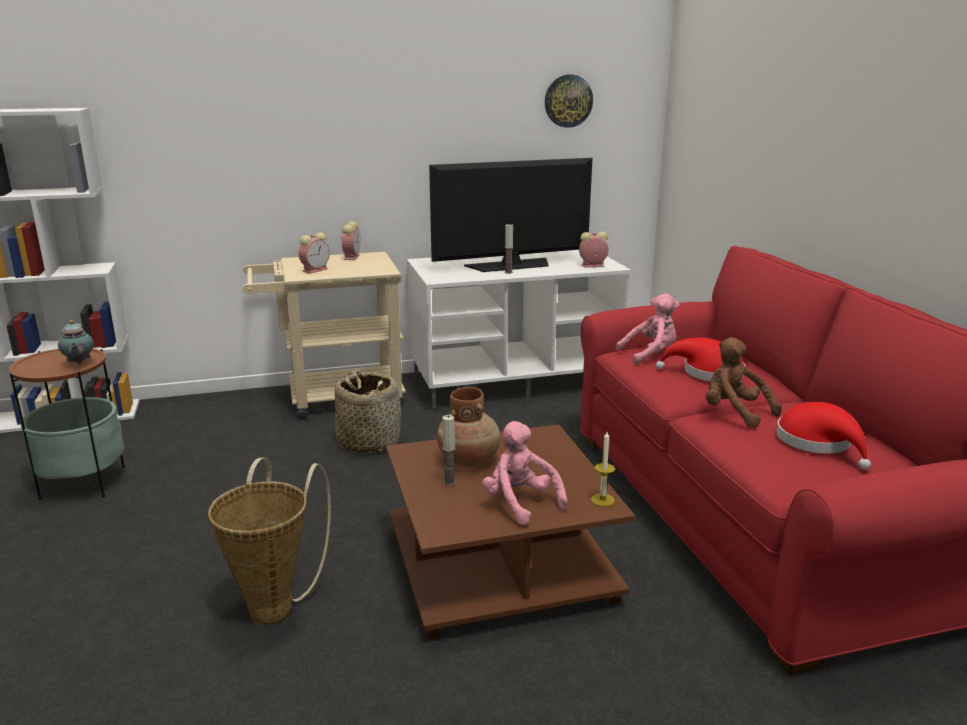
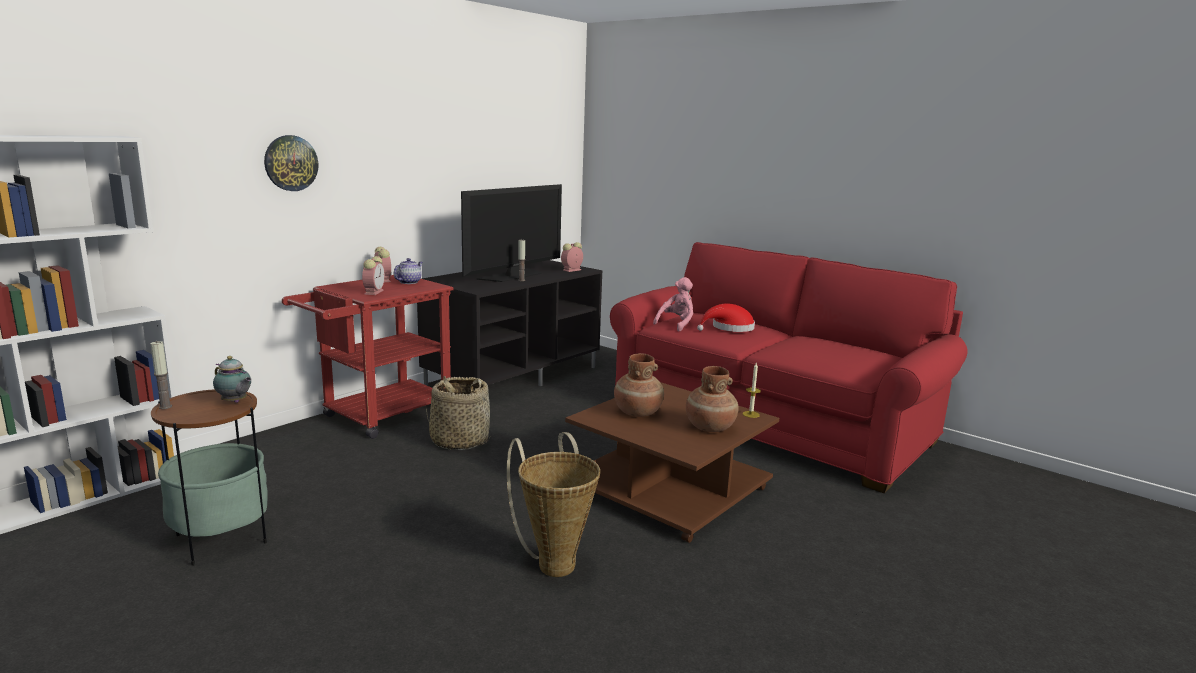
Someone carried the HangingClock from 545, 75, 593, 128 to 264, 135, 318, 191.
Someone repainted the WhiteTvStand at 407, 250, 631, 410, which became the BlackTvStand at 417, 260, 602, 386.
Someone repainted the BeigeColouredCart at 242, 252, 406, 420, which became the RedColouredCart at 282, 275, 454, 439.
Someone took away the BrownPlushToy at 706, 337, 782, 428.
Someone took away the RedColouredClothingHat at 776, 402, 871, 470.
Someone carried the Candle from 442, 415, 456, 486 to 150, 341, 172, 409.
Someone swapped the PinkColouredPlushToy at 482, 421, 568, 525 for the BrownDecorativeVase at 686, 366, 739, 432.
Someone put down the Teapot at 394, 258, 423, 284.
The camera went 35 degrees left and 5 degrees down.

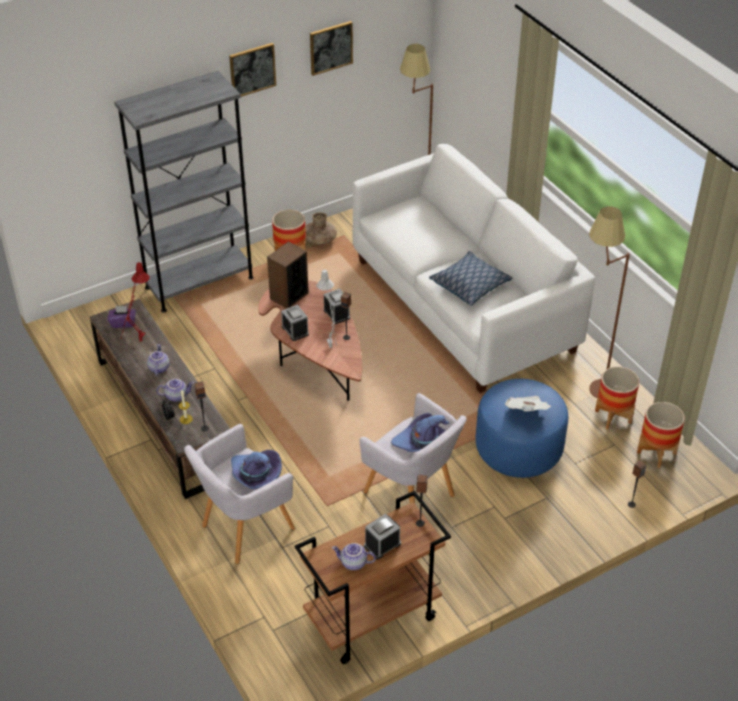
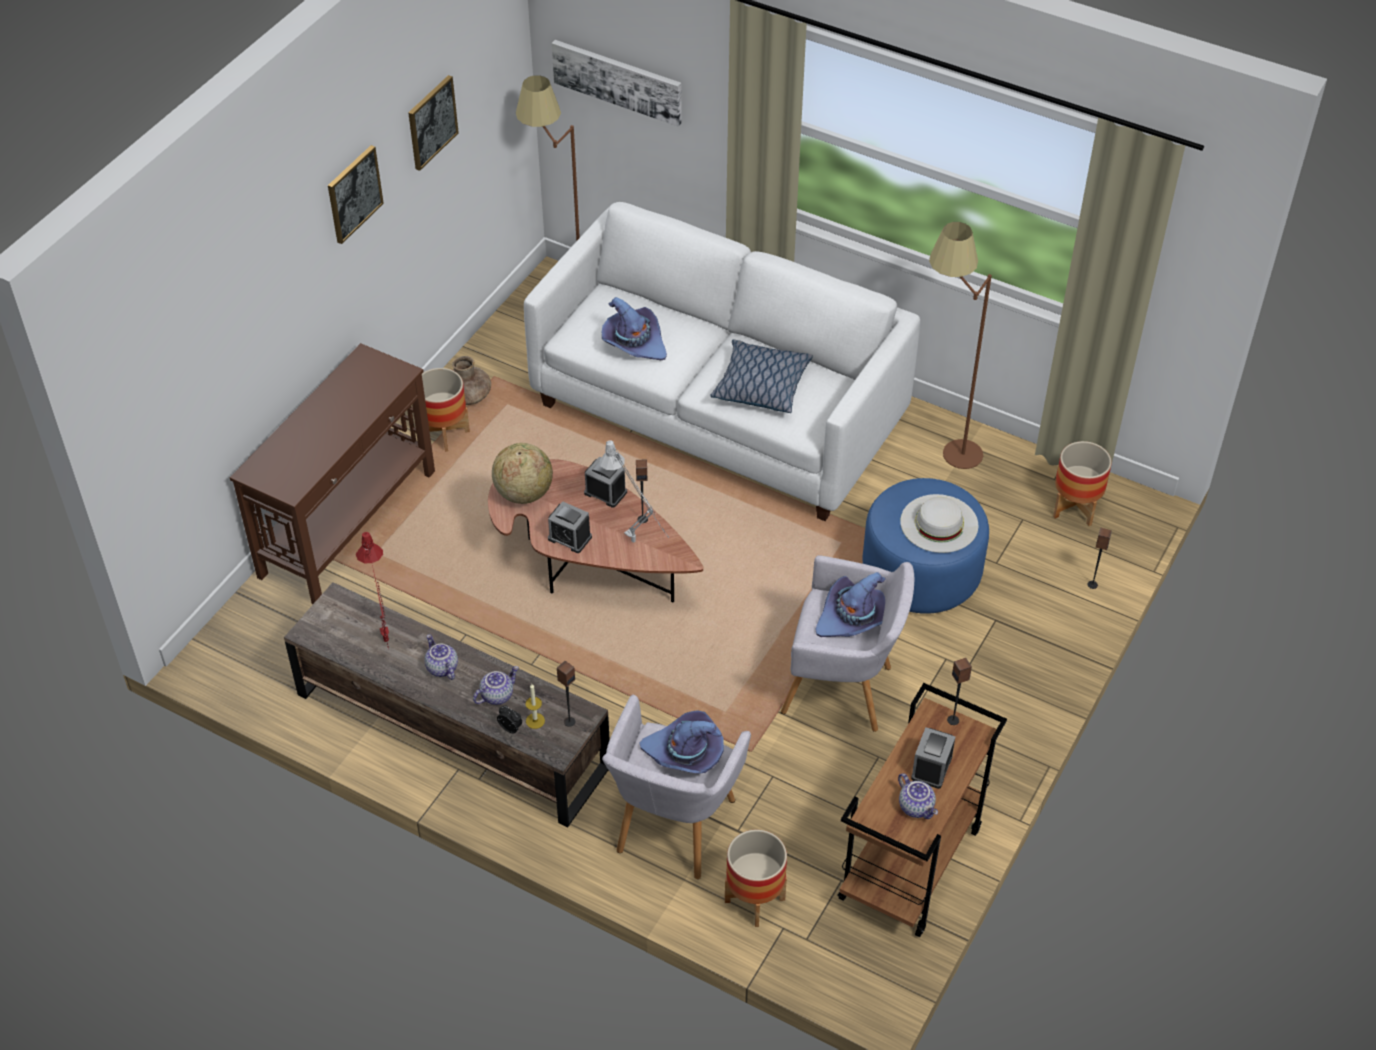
Someone swapped the GreyishBookcase at 114, 71, 254, 312 for the BrownNarrowTable at 230, 343, 435, 604.
Someone swapped the AudioSpeaker at 267, 241, 309, 308 for the DeskGlobe at 492, 443, 553, 504.
Someone took away the PurplishTissueBox at 107, 306, 136, 328.
Someone carried the Planter from 595, 366, 639, 430 to 725, 830, 787, 927.
Someone swapped the Newspaper at 505, 396, 551, 411 for the WhiteClothingHat at 900, 494, 979, 553.
Someone rotated the Teapot at 332, 543, 376, 570 by 105 degrees counterclockwise.
Someone put up the WallArt at 552, 40, 682, 127.
Someone put down the PurplishClothingHat at 602, 297, 667, 360.
The camera went 30 degrees left and 5 degrees up.

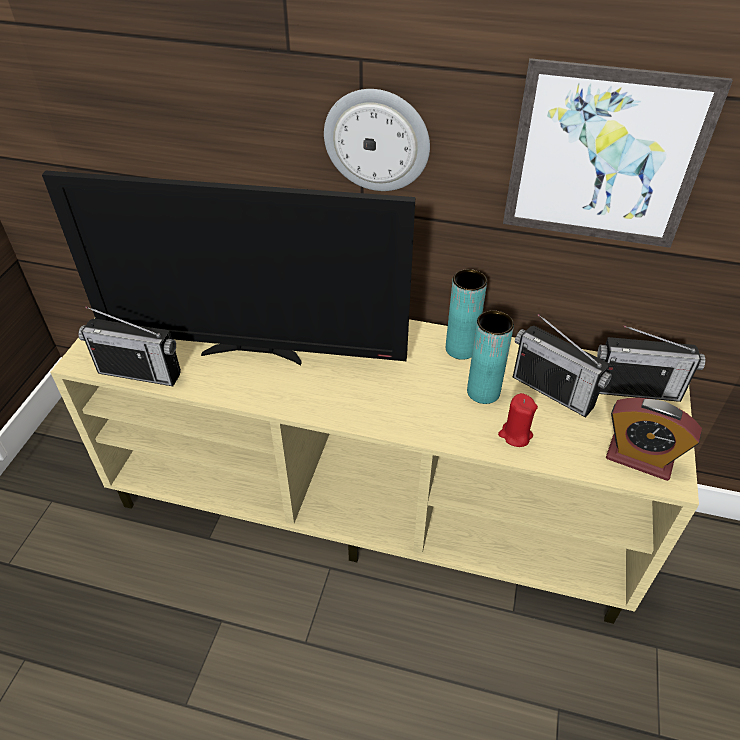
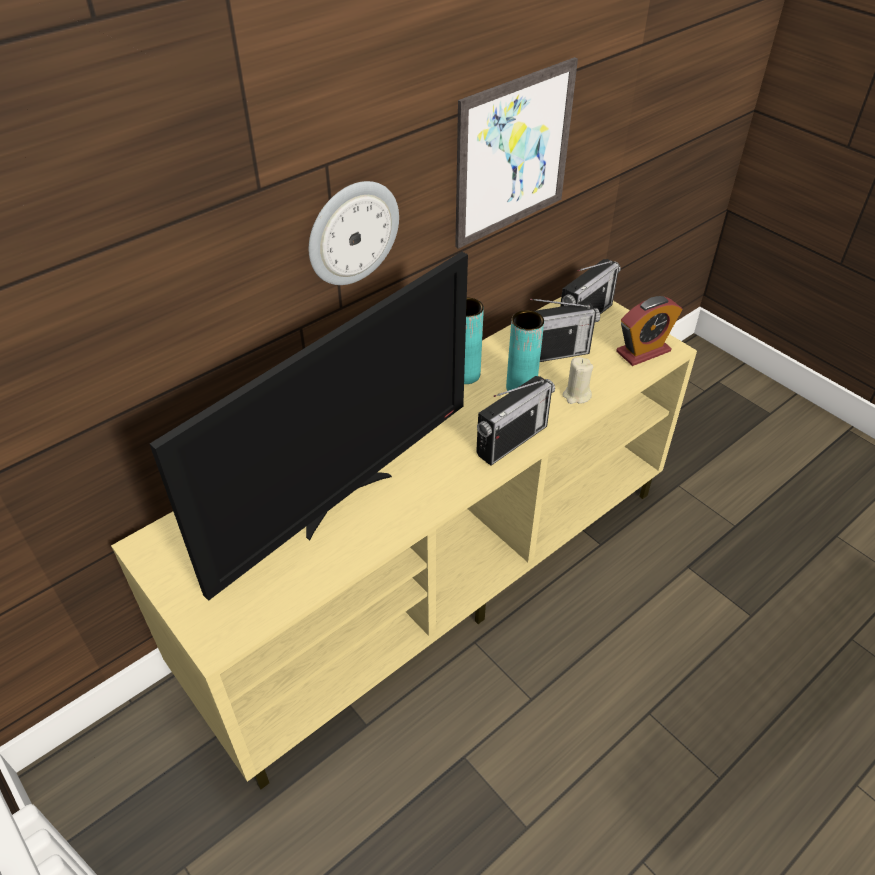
Someone carried the RadioReceiver from 78, 306, 181, 386 to 476, 376, 555, 466.
Someone repainted the RedColouredCandle at 498, 393, 538, 447, which became the BeigeColouredCandle at 562, 357, 593, 404.
The camera went 55 degrees left and 0 degrees up.

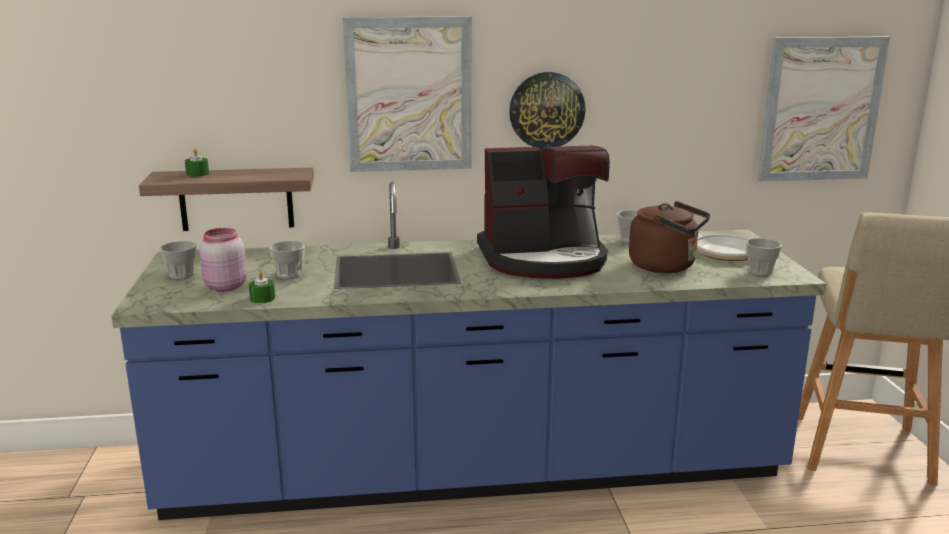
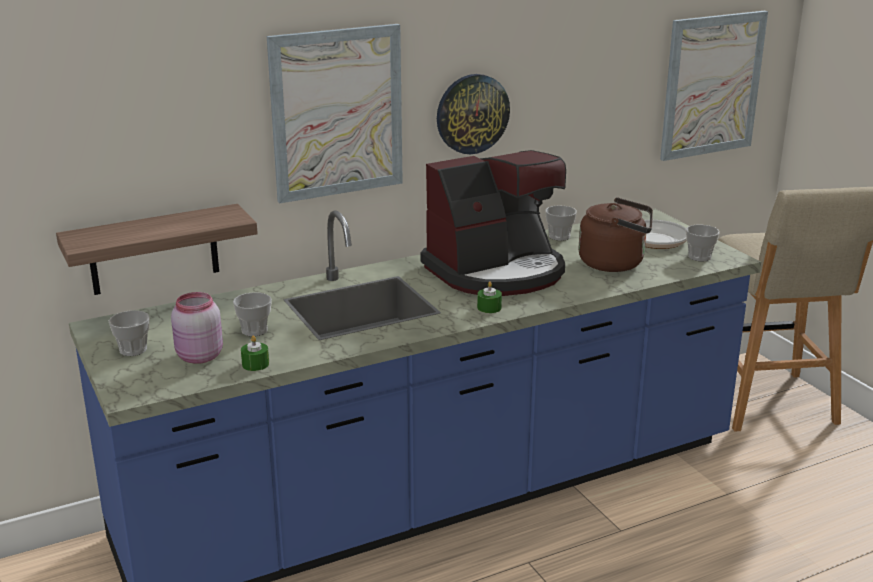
Someone carried the GreenishCandle from 185, 148, 209, 177 to 477, 281, 502, 313.
The camera went 20 degrees left and 5 degrees up.

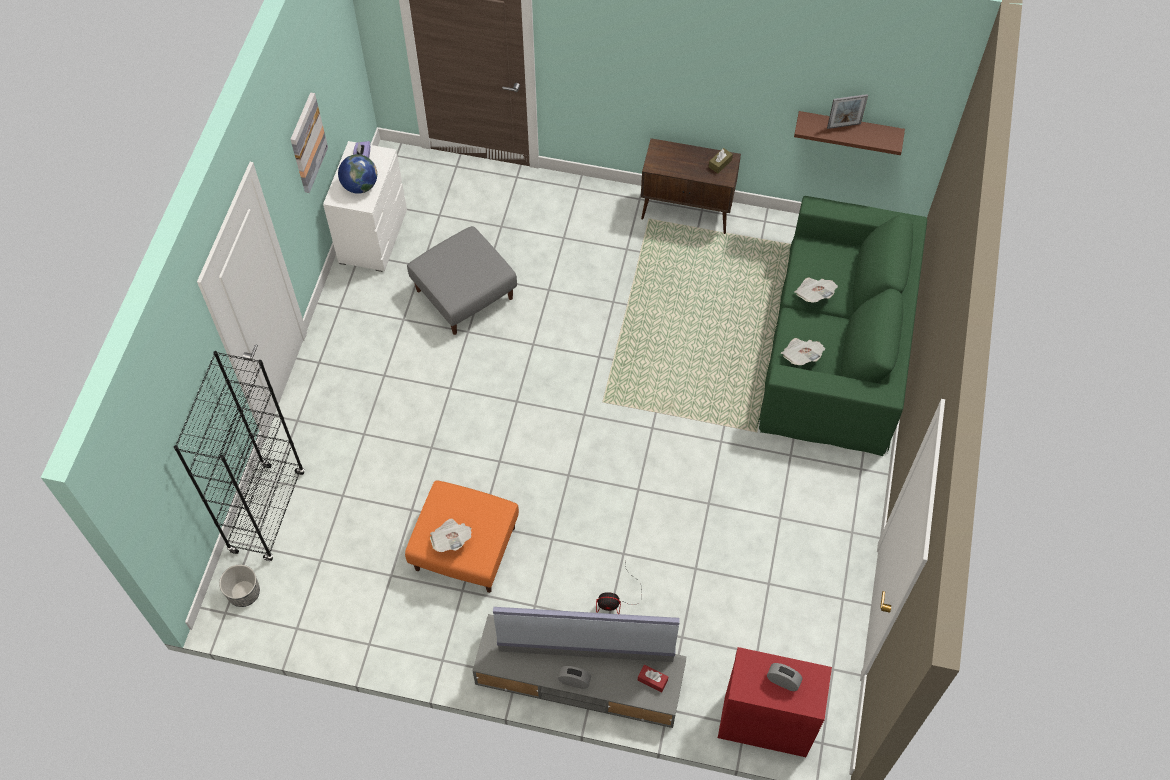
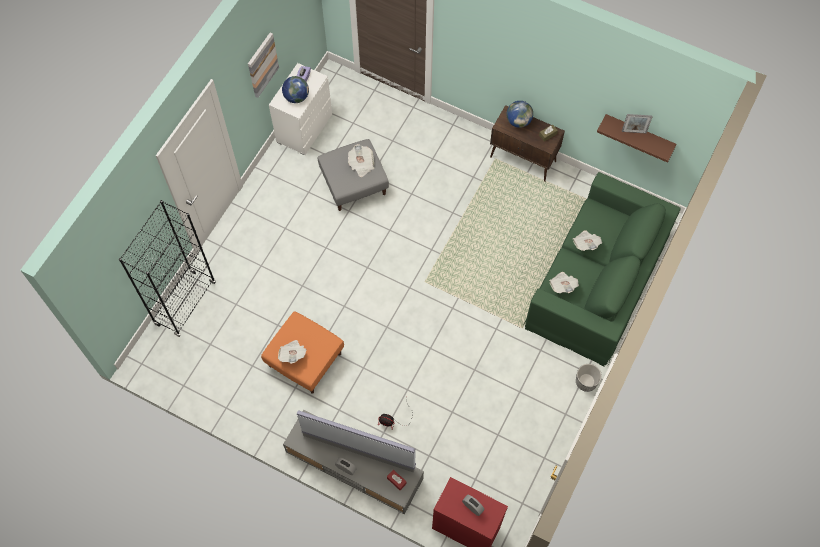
Someone carried the Planter from 219, 564, 260, 607 to 576, 364, 602, 392.
Someone put down the DeskGlobe at 506, 101, 533, 128.
Someone put down the Newspaper at 348, 144, 374, 177.
The camera went 15 degrees right and 5 degrees up.

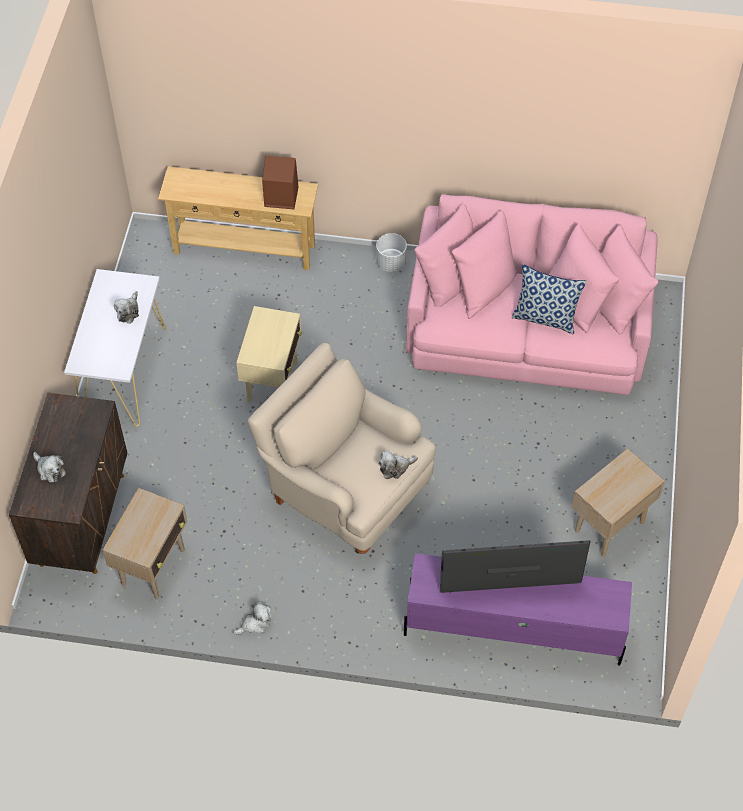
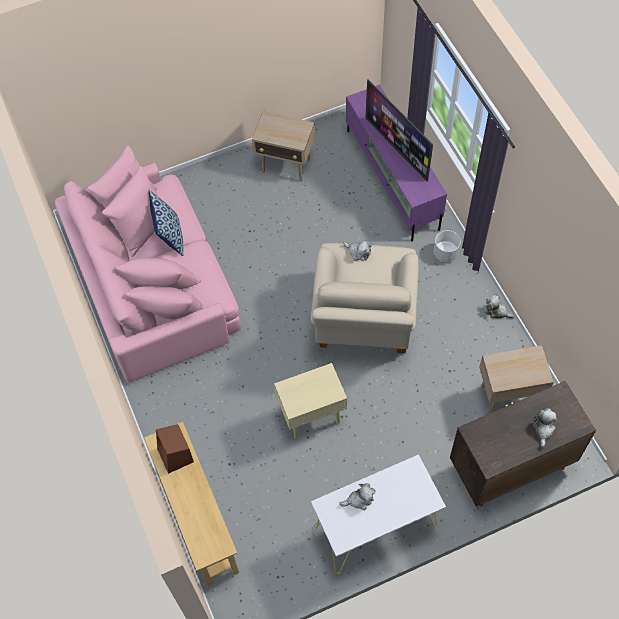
Someone carried the WhitePlanter from 376, 233, 407, 272 to 434, 230, 461, 262.
The camera went 120 degrees left and 5 degrees up.

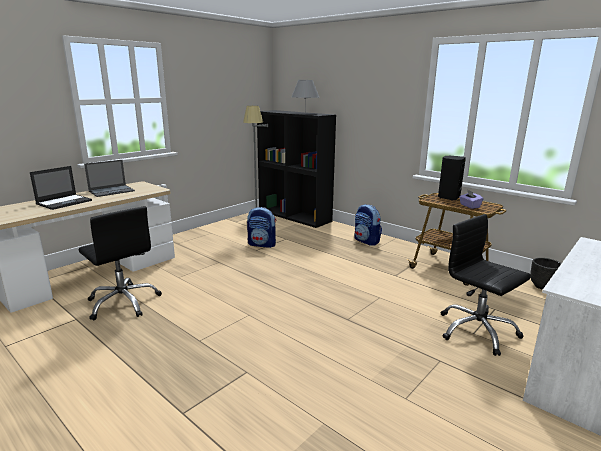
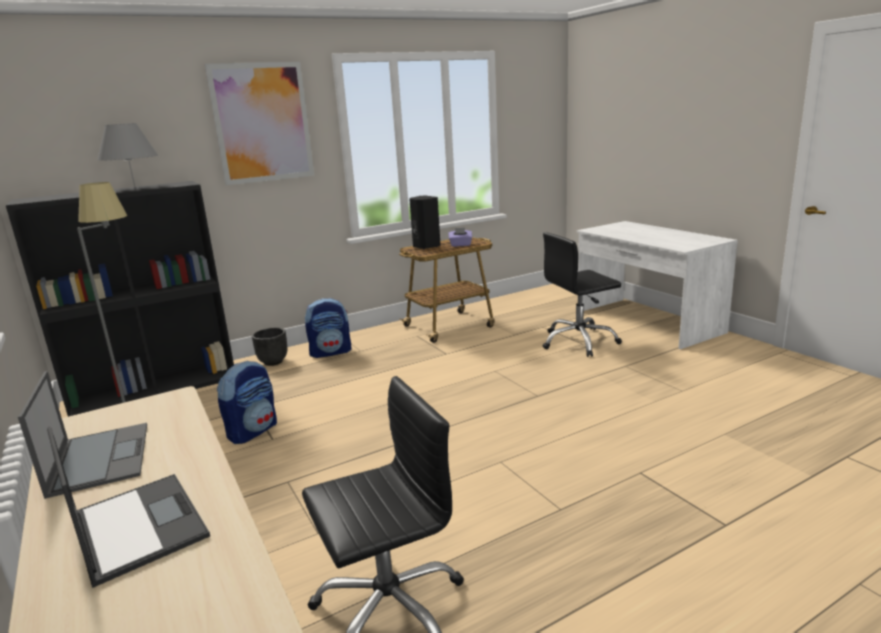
Someone carried the BlackPlanter from 530, 258, 562, 290 to 252, 328, 287, 366.
Someone put up the WallArt at 205, 62, 314, 185.
The camera went 70 degrees left and 0 degrees up.

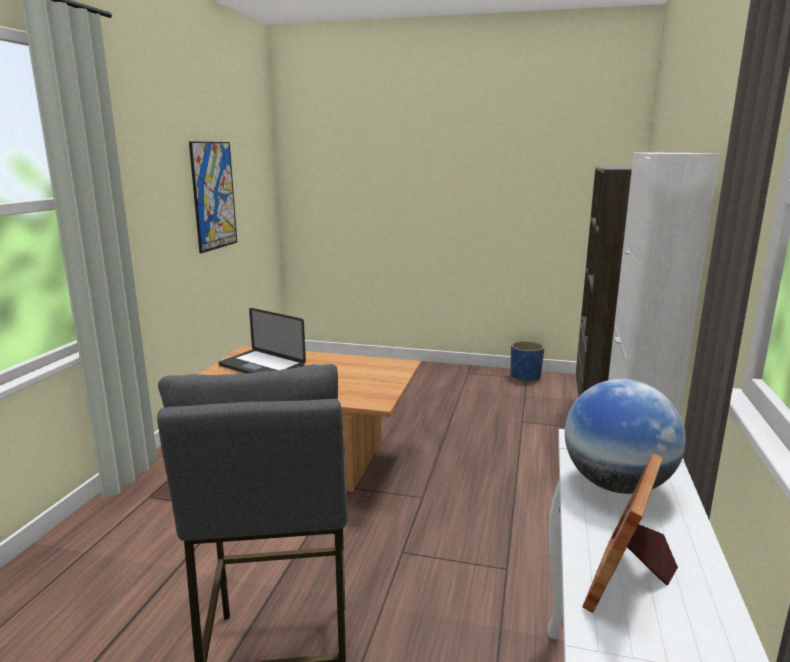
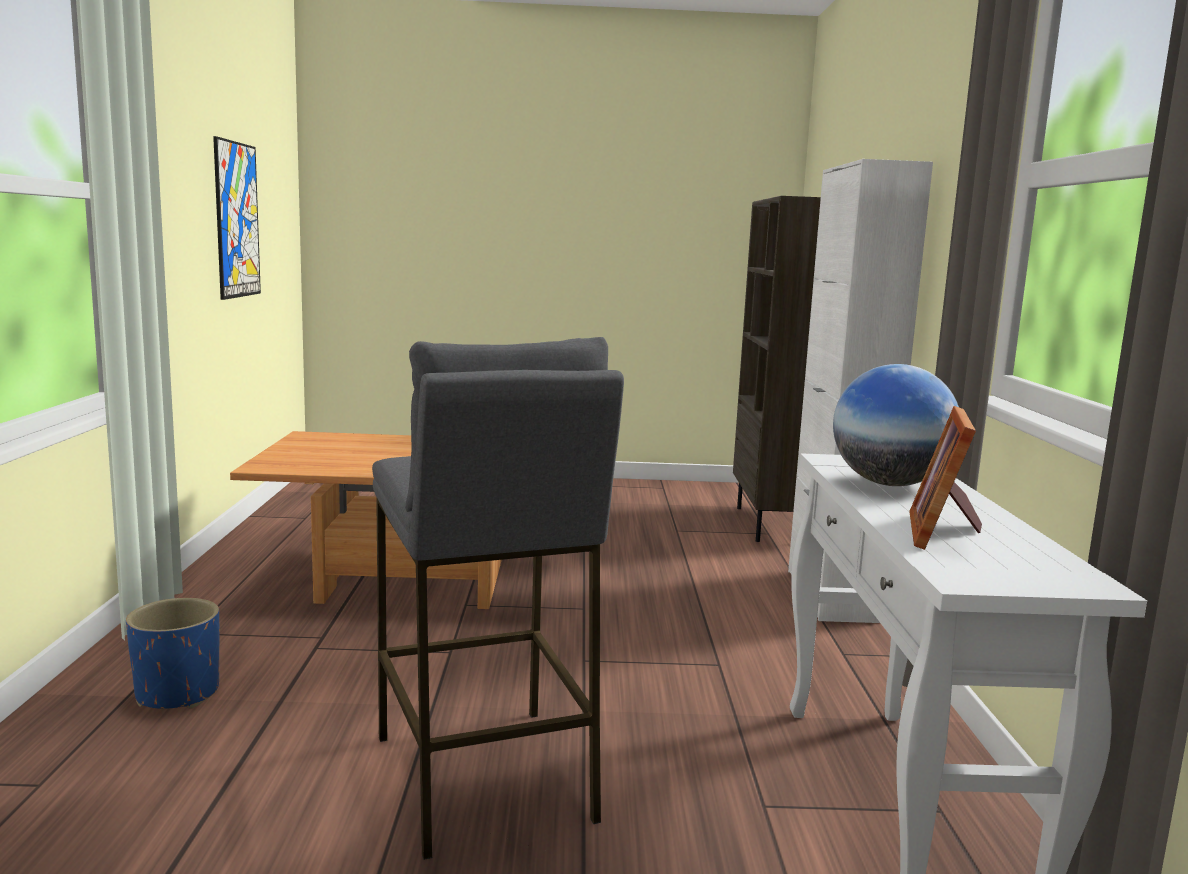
Someone took away the NotebookComputer at 219, 308, 306, 373.
Someone carried the BlueColouredPlanter from 511, 341, 544, 382 to 126, 598, 220, 709.
The camera went 15 degrees left and 5 degrees down.

